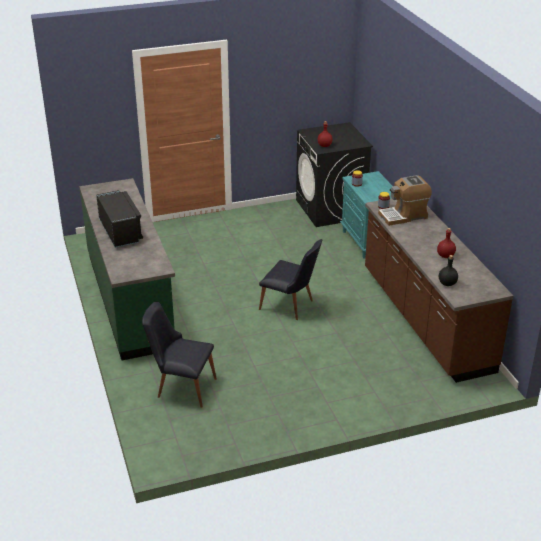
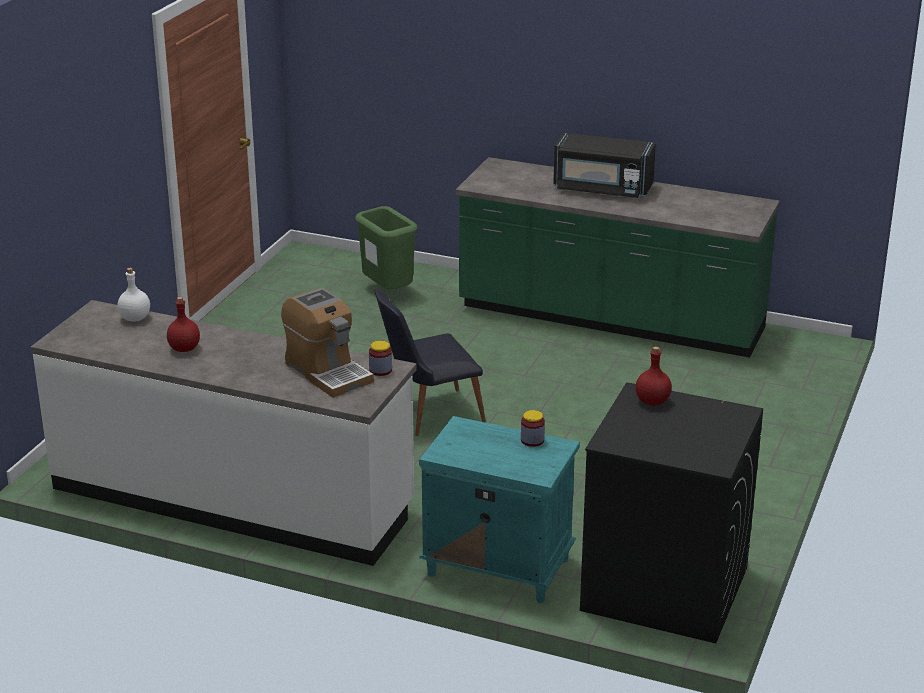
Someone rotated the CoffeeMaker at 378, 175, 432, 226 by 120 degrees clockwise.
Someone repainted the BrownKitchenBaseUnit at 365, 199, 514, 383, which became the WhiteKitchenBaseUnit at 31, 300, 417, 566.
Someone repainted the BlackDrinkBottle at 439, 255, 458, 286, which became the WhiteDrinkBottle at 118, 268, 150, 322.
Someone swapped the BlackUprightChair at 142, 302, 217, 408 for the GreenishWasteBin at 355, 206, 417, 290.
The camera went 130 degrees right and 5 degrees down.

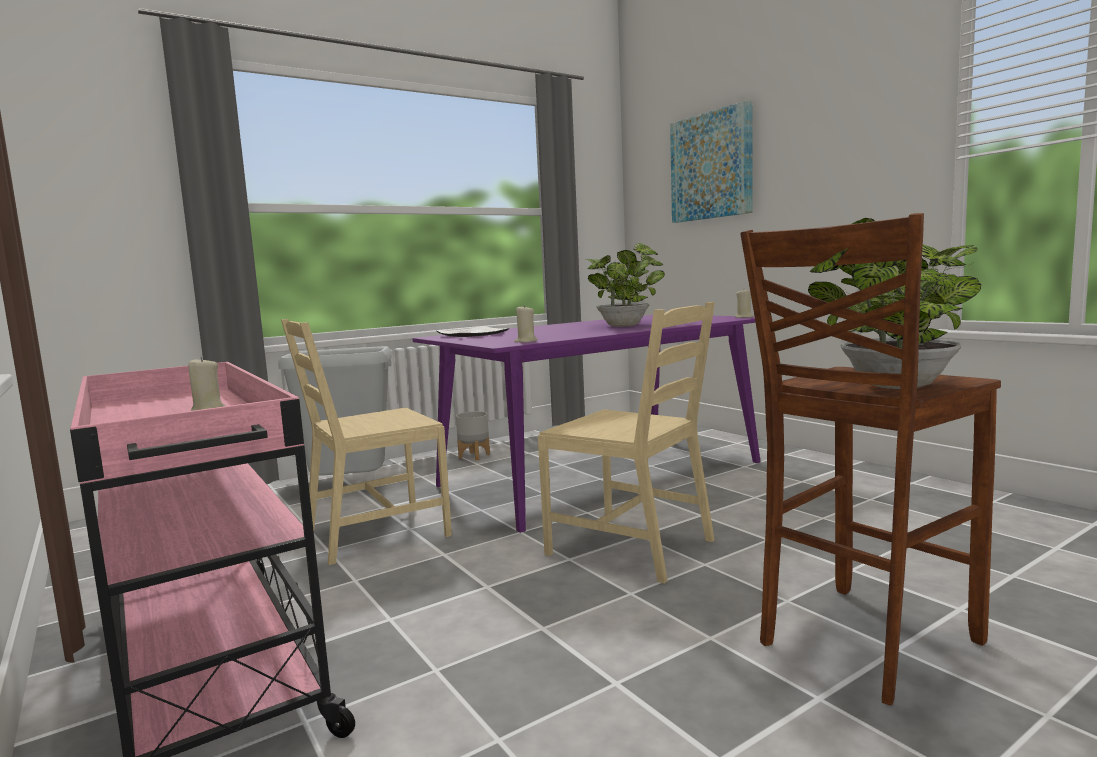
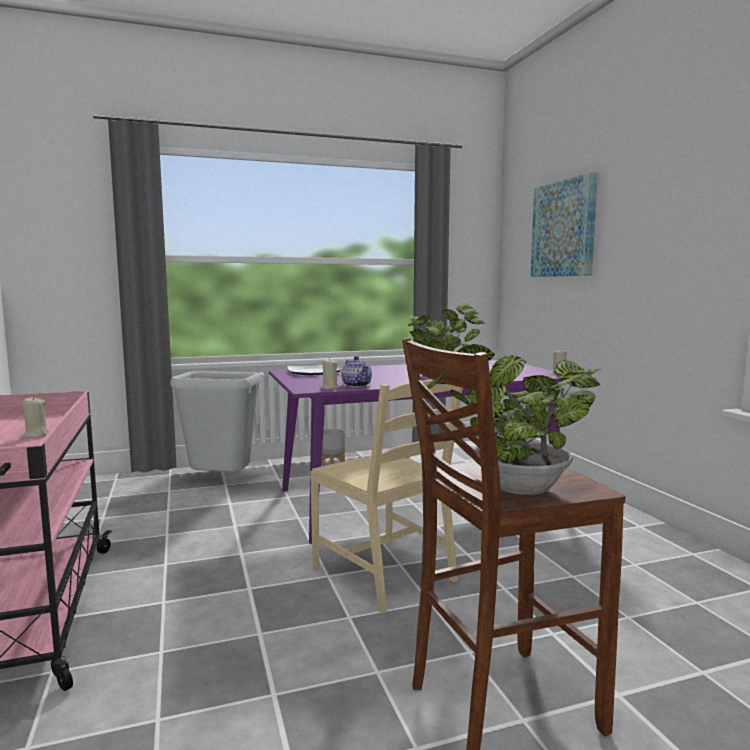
Someone took away the BeigeColouredUprightChair at 281, 319, 452, 565.
Someone put down the Teapot at 341, 356, 372, 387.
The camera went 15 degrees right and 0 degrees up.

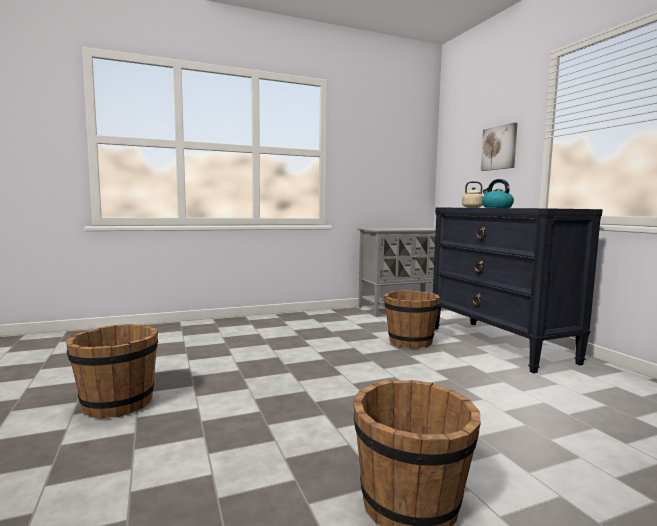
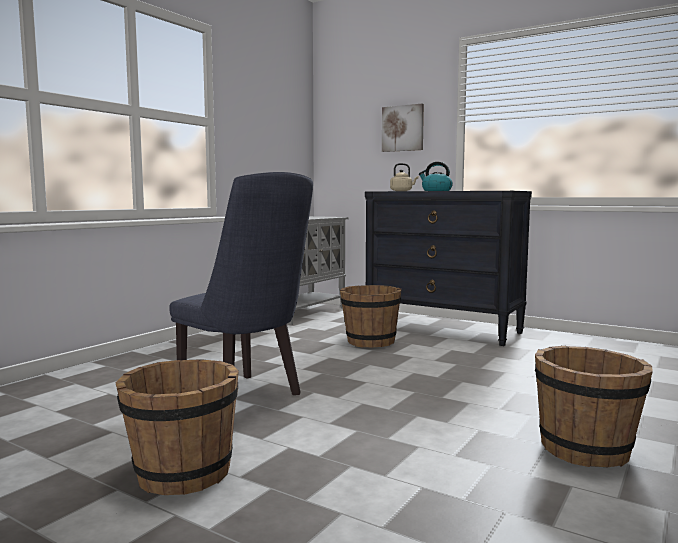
Someone put down the BlueColouredUprightChair at 169, 172, 313, 395.
The camera went 35 degrees left and 0 degrees up.

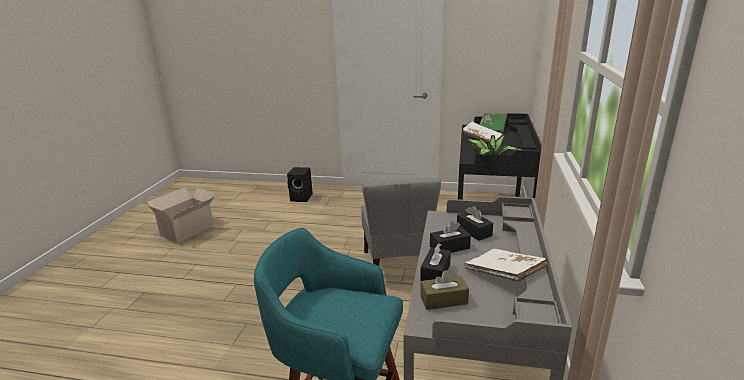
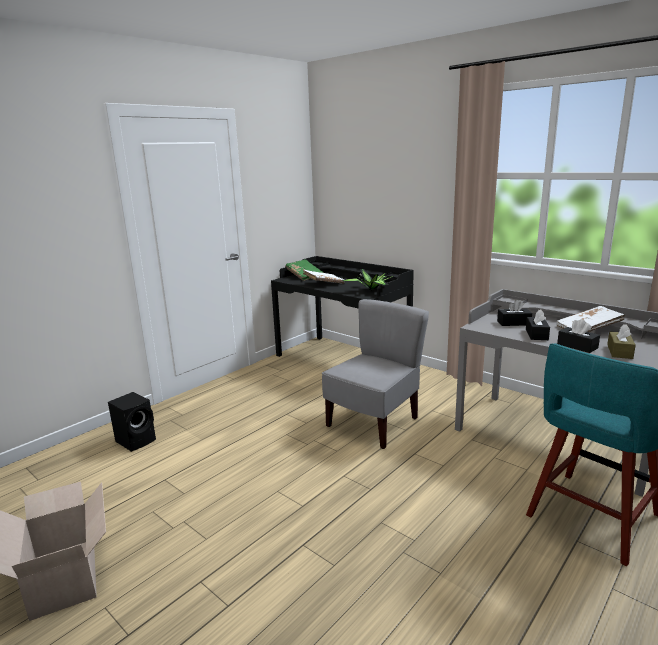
Someone rotated the GreyishUprightChair at 361, 178, 441, 266 by 75 degrees counterclockwise.
The camera went 60 degrees left and 5 degrees down.

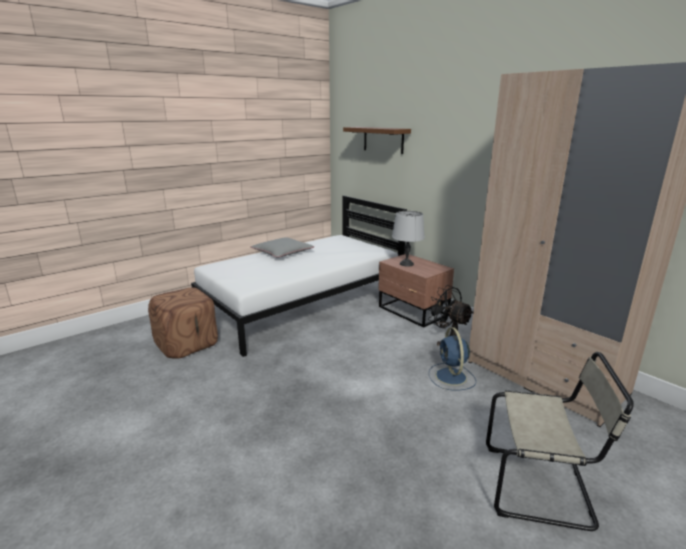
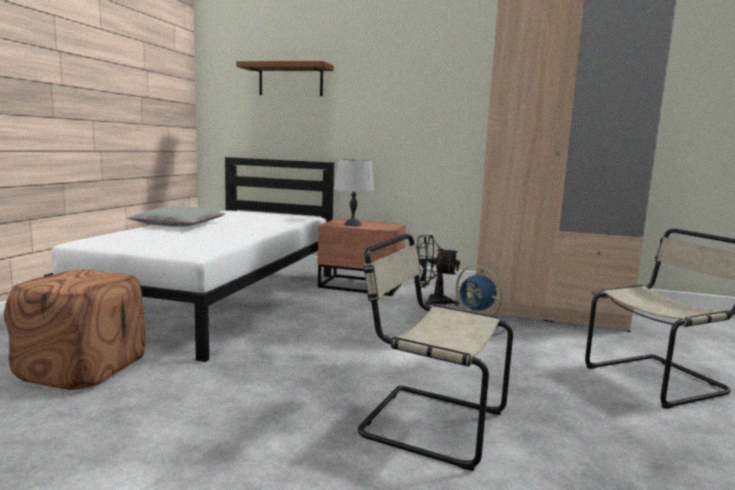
Someone put down the BeigeColouredUprightChair at 358, 234, 513, 471.
The camera went 35 degrees left and 10 degrees down.

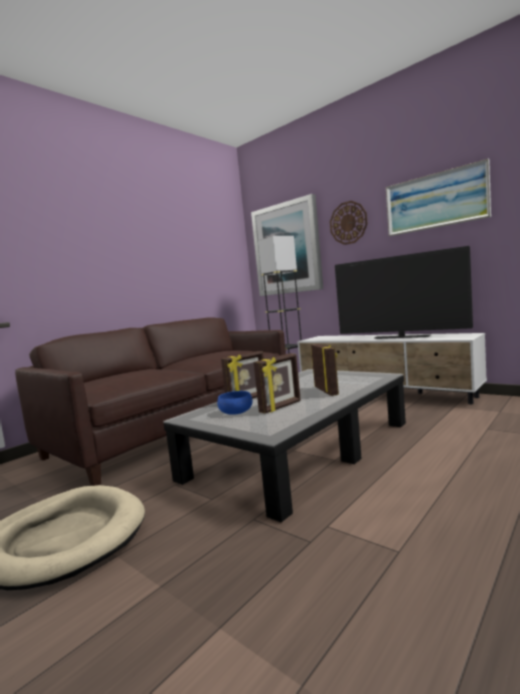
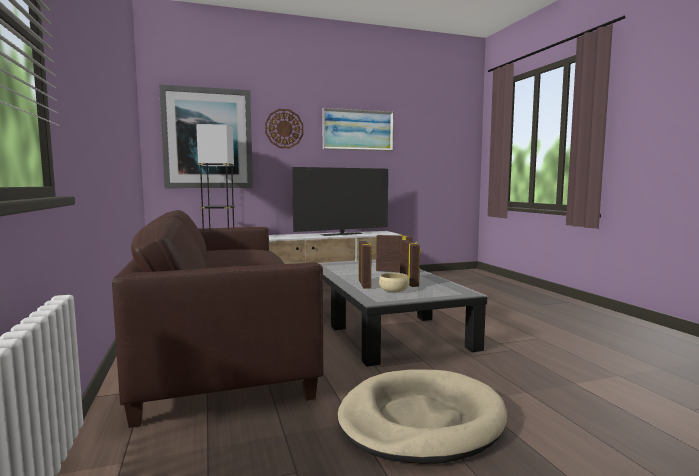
Someone repainted the BlueColouredDeepDish at 217, 391, 252, 415, which became the BeigeColouredDeepDish at 379, 273, 409, 292.
The camera went 60 degrees left and 0 degrees up.

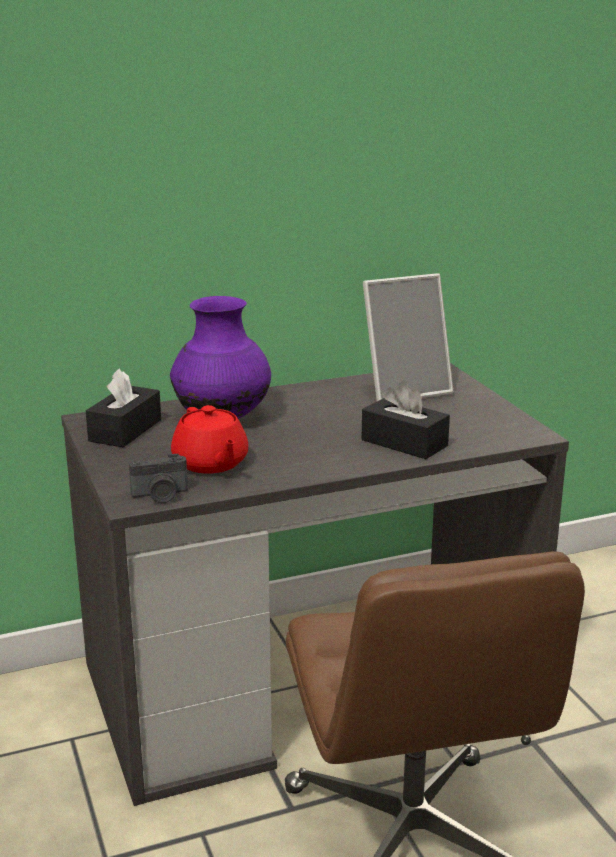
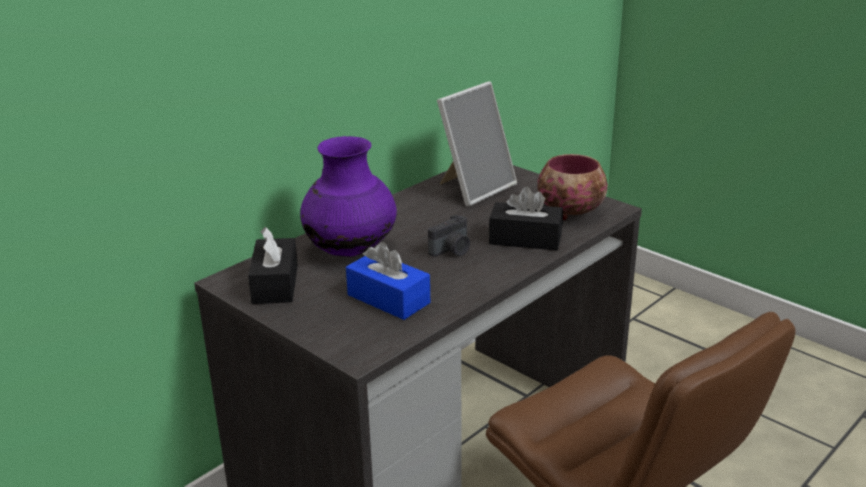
Someone swapped the RedColouredTeapot at 171, 405, 248, 474 for the BlueColouredTissueBox at 346, 242, 430, 320.
Someone carried the StillCamera from 129, 454, 188, 503 to 428, 215, 470, 257.
Someone put down the DeepDish at 537, 154, 608, 220.
The camera went 25 degrees left and 5 degrees up.

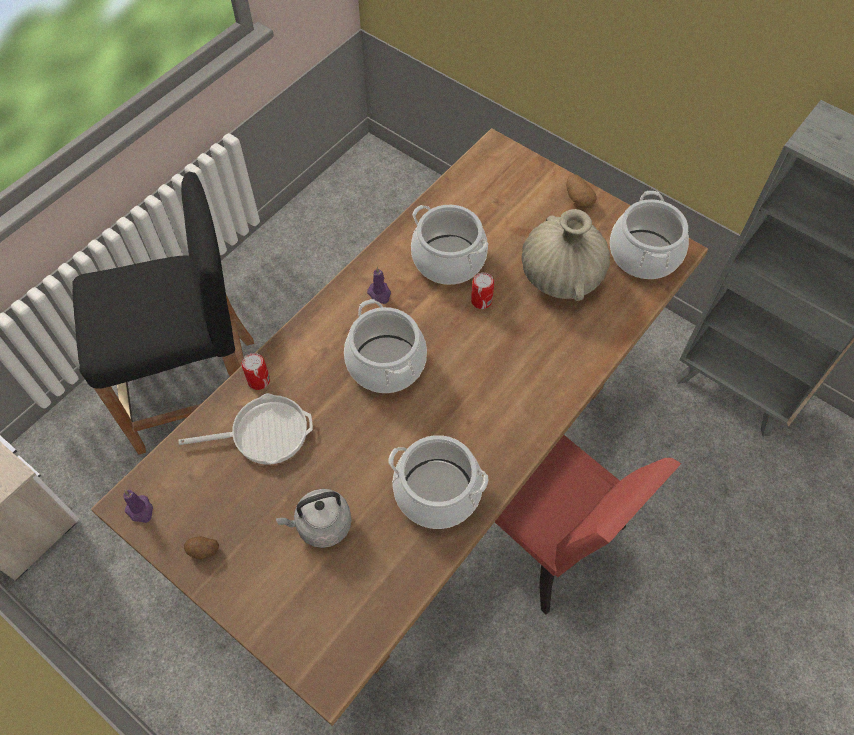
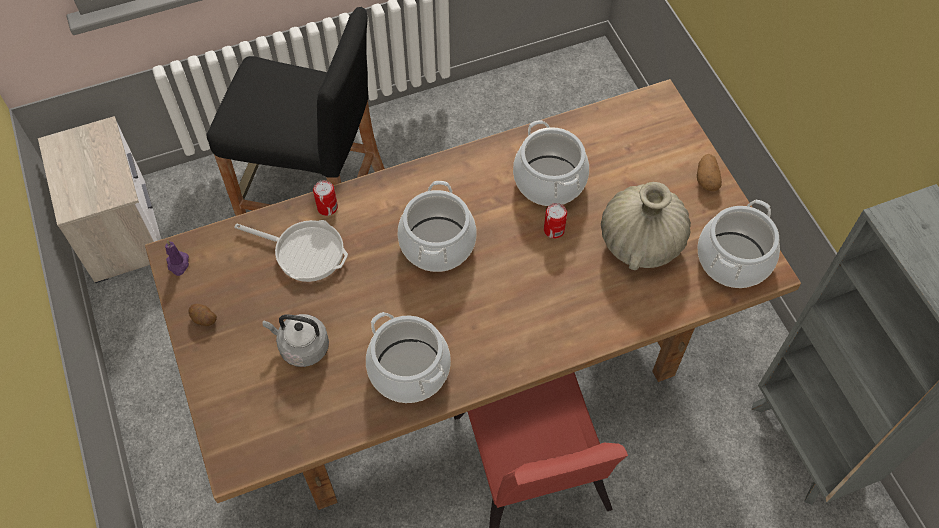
Someone took away the PurplishCandle at 367, 267, 391, 304.
The camera went 30 degrees right and 0 degrees up.

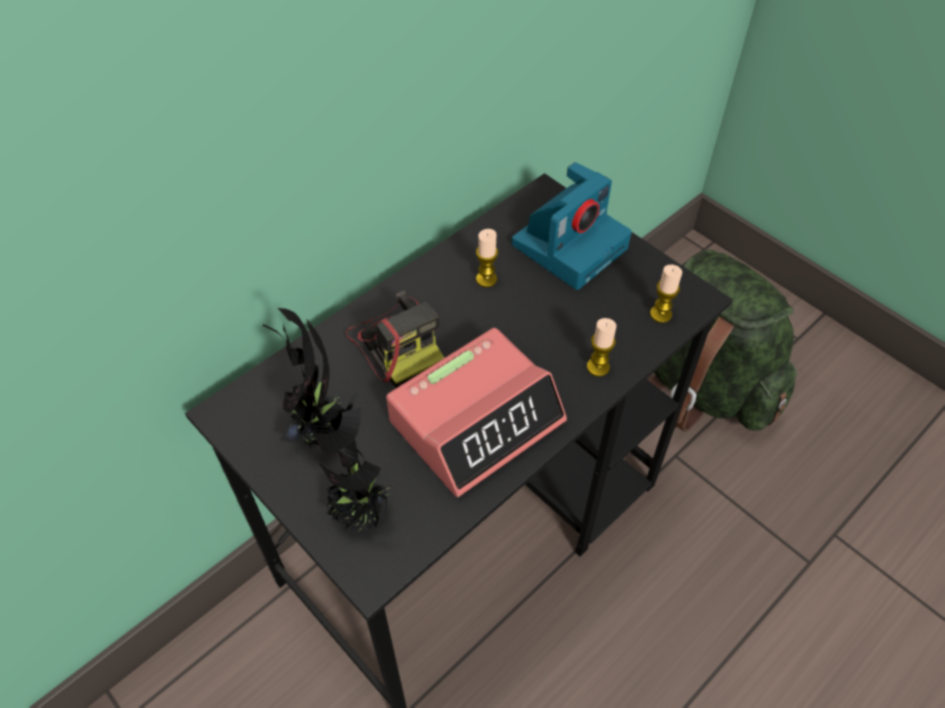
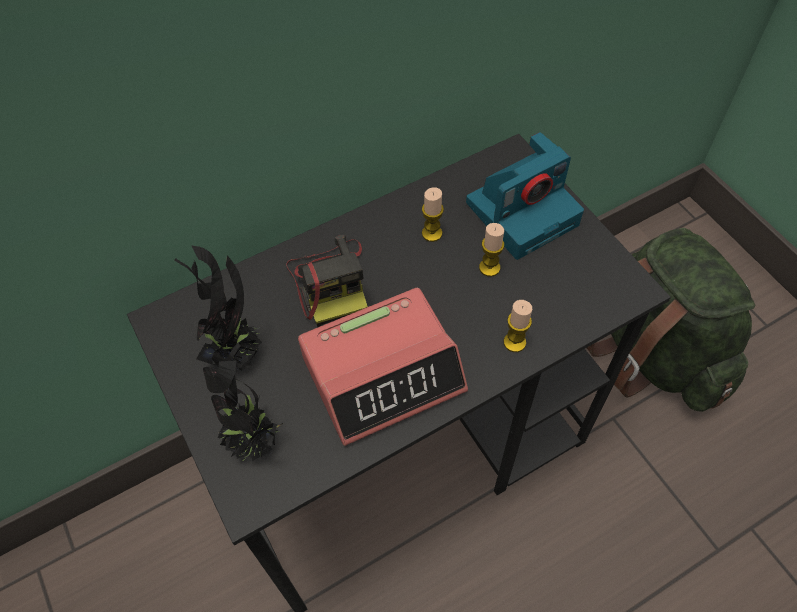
Someone carried the Candle from 650, 265, 682, 323 to 479, 223, 504, 277.
The camera went 15 degrees right and 5 degrees up.

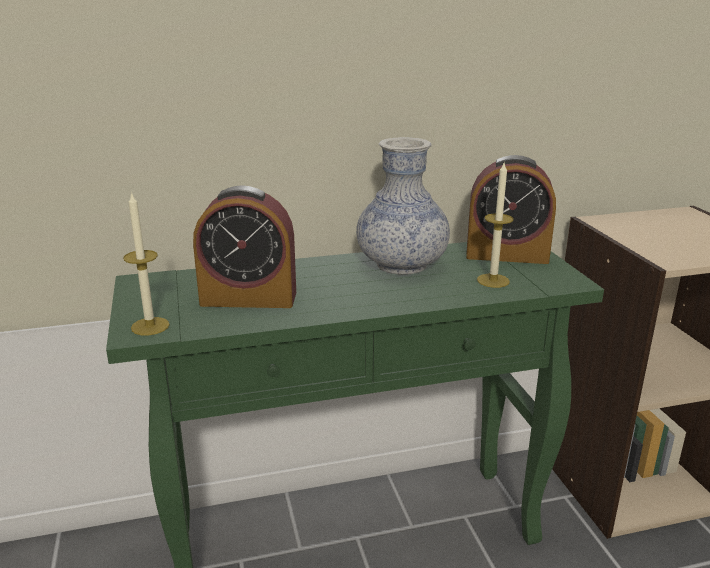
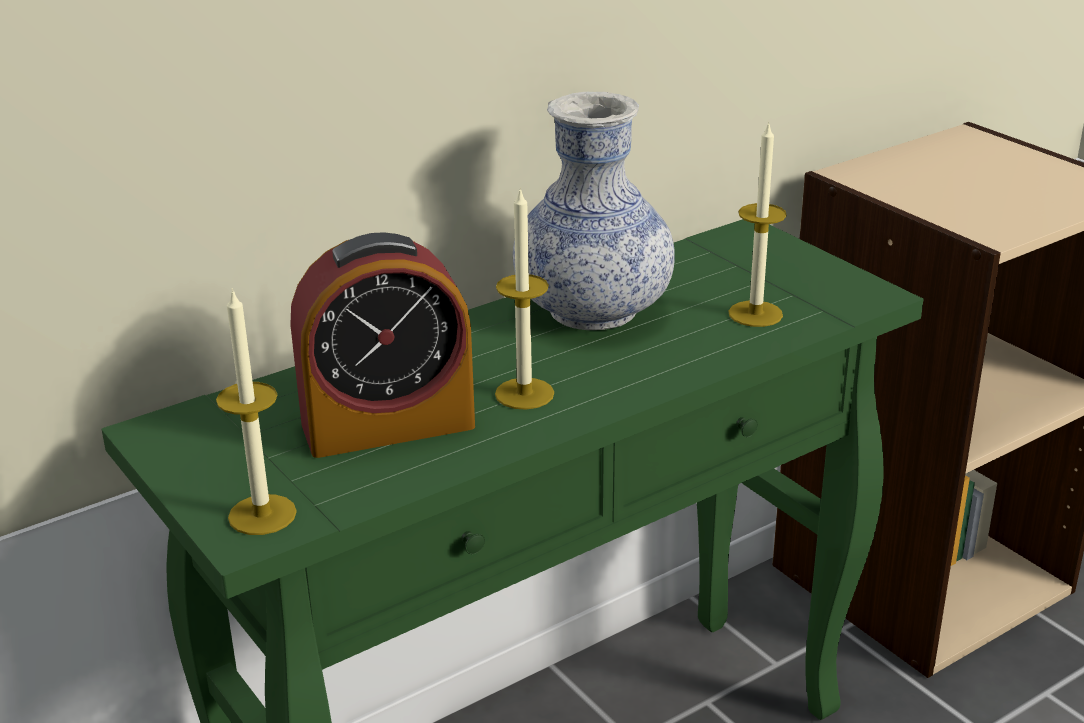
Someone took away the BedsideClock at 466, 155, 556, 264.
Someone put down the Candle at 495, 187, 554, 410.
The camera went 20 degrees left and 5 degrees up.

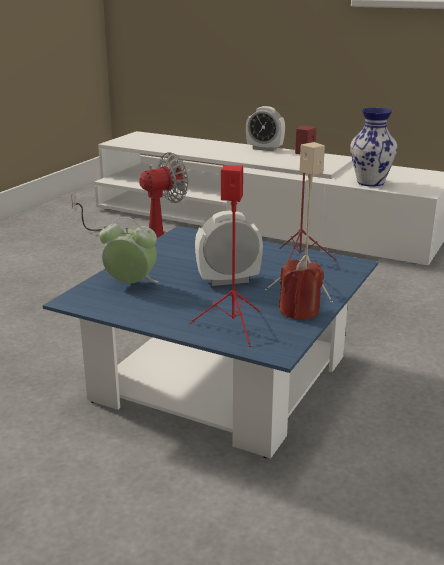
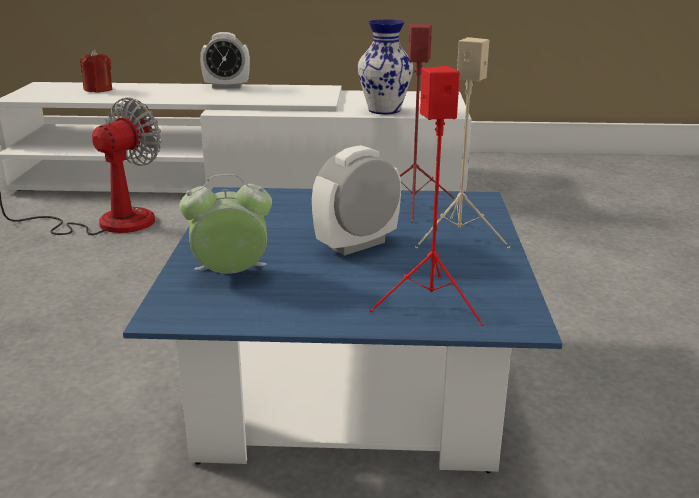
Someone carried the RedColouredCandle from 279, 258, 324, 320 to 80, 50, 112, 93.
The camera went 25 degrees left and 0 degrees up.

